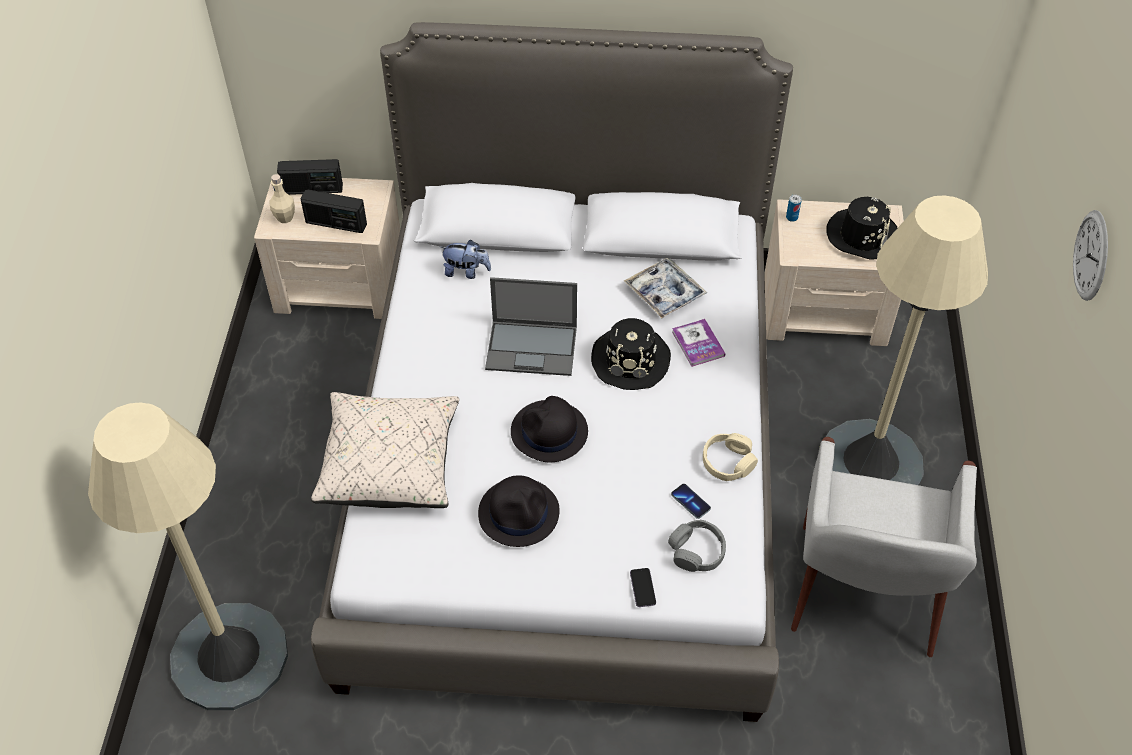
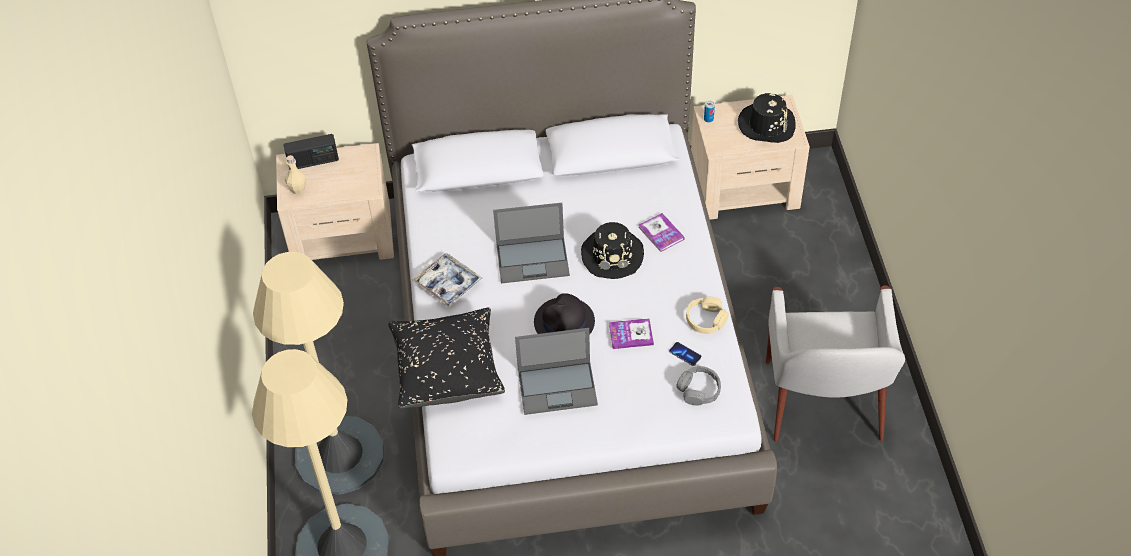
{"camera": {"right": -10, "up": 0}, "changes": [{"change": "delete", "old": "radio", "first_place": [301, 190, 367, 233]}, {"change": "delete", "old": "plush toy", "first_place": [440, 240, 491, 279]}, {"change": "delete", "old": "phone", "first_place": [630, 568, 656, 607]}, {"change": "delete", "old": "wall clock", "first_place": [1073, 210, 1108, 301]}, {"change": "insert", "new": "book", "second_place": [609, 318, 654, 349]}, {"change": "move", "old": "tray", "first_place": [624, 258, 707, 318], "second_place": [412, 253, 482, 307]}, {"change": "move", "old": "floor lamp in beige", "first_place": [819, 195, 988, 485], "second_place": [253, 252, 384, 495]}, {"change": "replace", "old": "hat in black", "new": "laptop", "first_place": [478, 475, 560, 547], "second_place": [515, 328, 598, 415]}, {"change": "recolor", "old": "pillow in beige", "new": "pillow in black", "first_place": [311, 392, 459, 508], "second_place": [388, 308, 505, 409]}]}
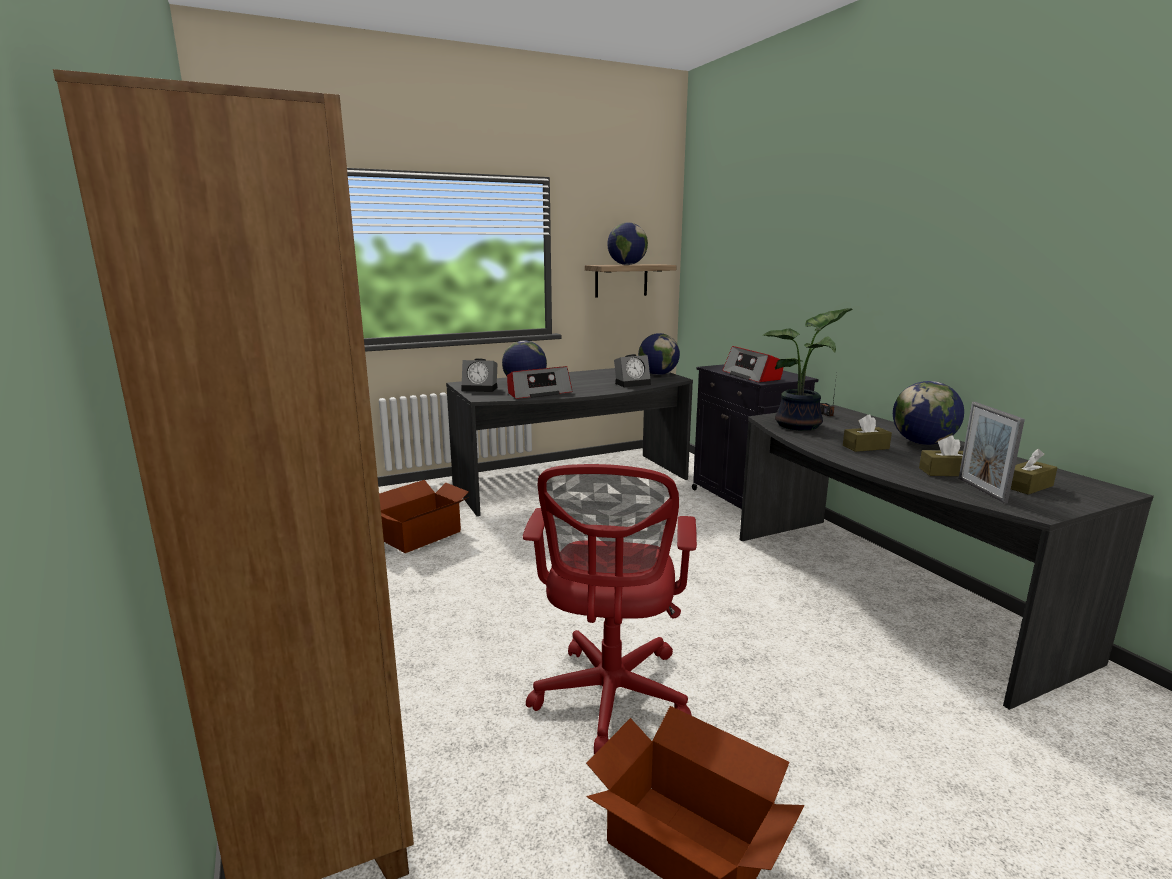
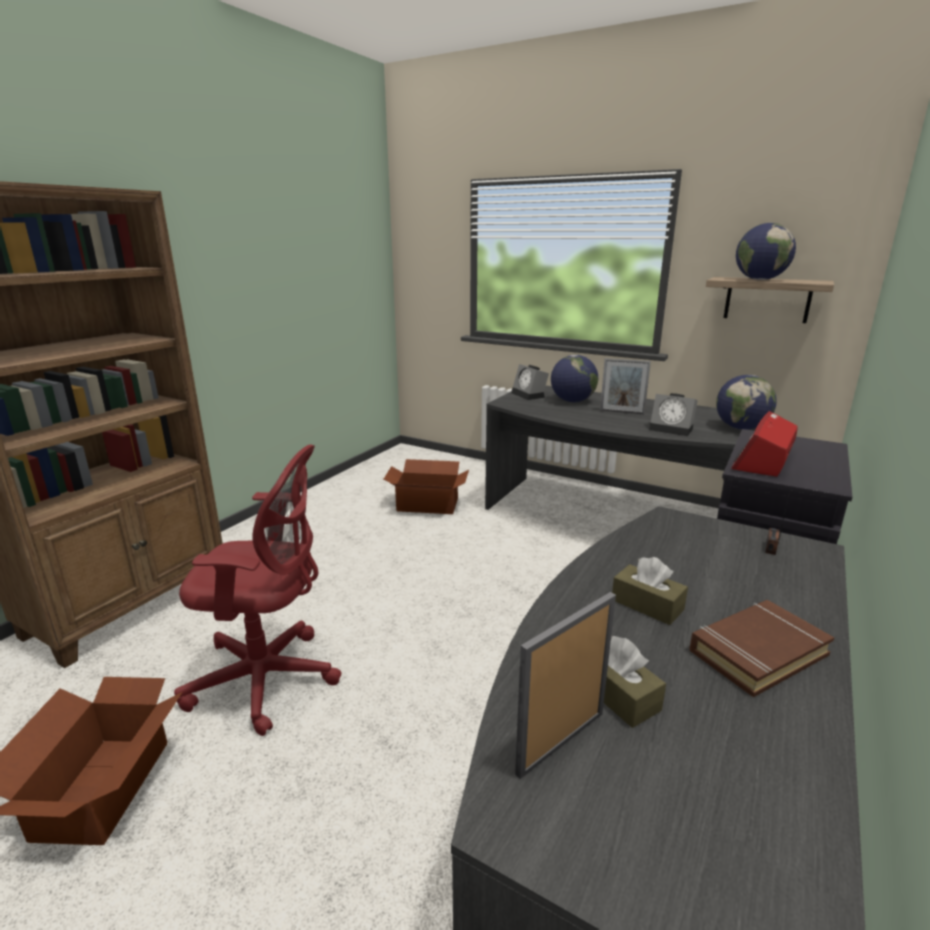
{"camera": {"right": 55, "up": 5}, "changes": [{"change": "delete", "old": "radio", "first_place": [507, 366, 573, 399]}, {"change": "delete", "old": "potted plant", "first_place": [762, 308, 853, 431]}, {"change": "delete", "old": "tissue box in brown", "first_place": [1011, 449, 1058, 495]}, {"change": "insert", "new": "picture frame", "second_place": [600, 358, 651, 414]}, {"change": "replace", "old": "globe", "new": "book in brown", "first_place": [893, 381, 964, 445], "second_place": [690, 600, 834, 697]}, {"change": "rotate", "old": "office chair in red", "first_place": [523, 464, 697, 755], "second_place": [174, 444, 341, 736], "degrees": -150}]}
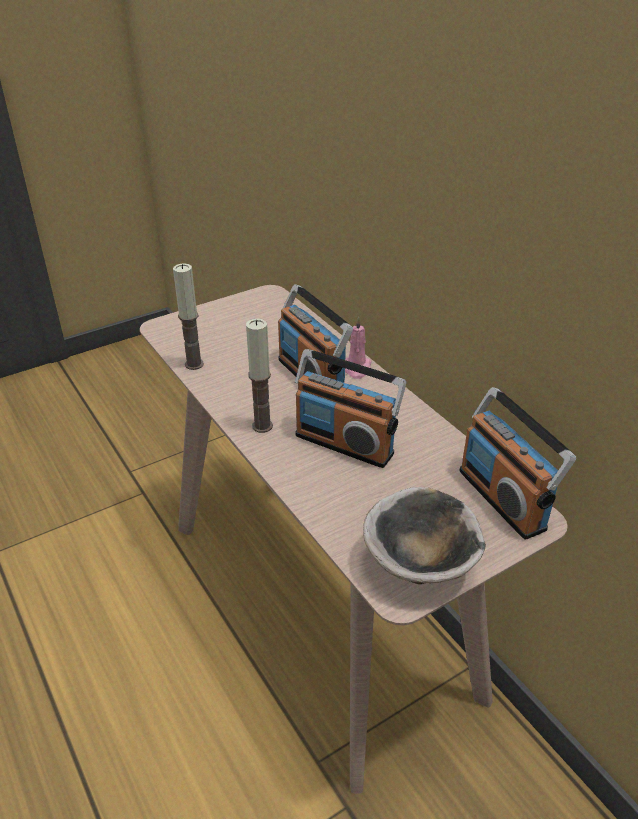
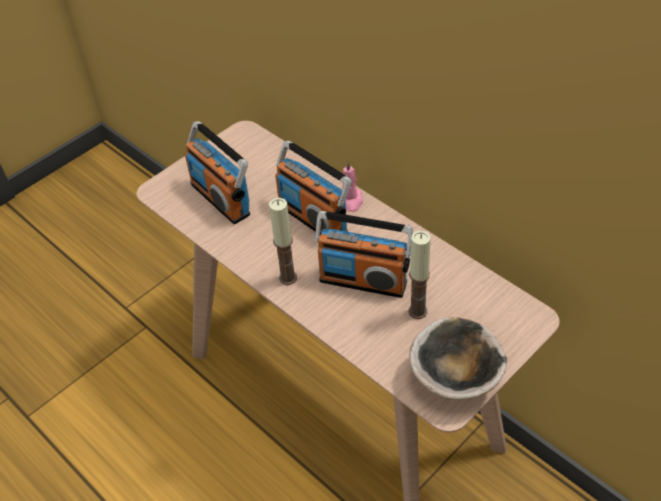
{"camera": {"right": -10, "up": 10}, "changes": [{"change": "move", "old": "candle", "first_place": [173, 263, 204, 370], "second_place": [408, 230, 431, 319]}, {"change": "move", "old": "radio", "first_place": [459, 387, 576, 540], "second_place": [185, 121, 250, 224]}]}
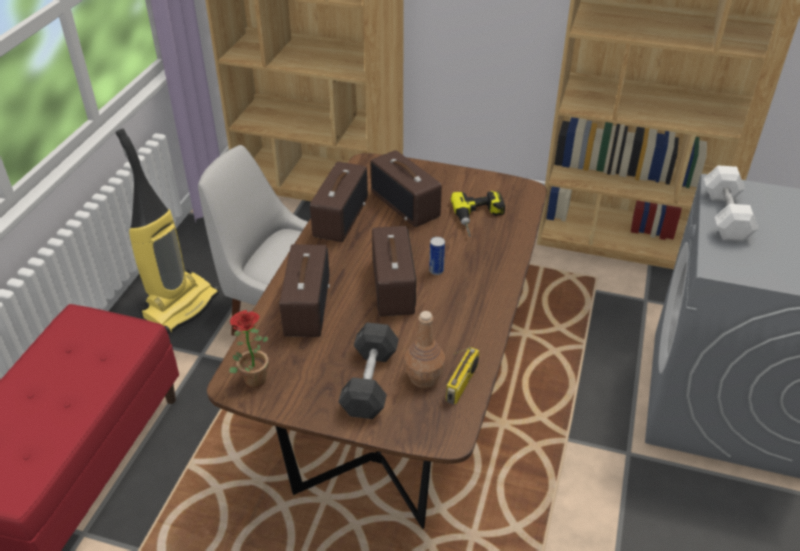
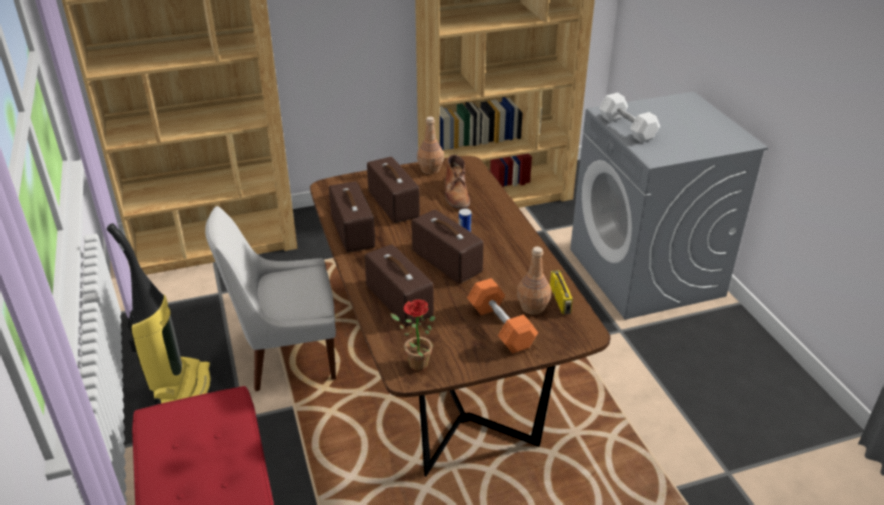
{"camera": {"right": -35, "up": -5}, "changes": [{"change": "insert", "new": "bottle in brown", "second_place": [417, 117, 444, 174]}, {"change": "replace", "old": "power drill", "new": "boot in brown", "first_place": [451, 191, 505, 237], "second_place": [444, 155, 470, 209]}, {"change": "recolor", "old": "dumbbell in grey", "new": "dumbbell in orange", "first_place": [338, 322, 399, 419], "second_place": [467, 278, 538, 354]}, {"change": "rotate", "old": "radio", "first_place": [371, 150, 442, 227], "second_place": [367, 157, 420, 223], "degrees": -135}]}
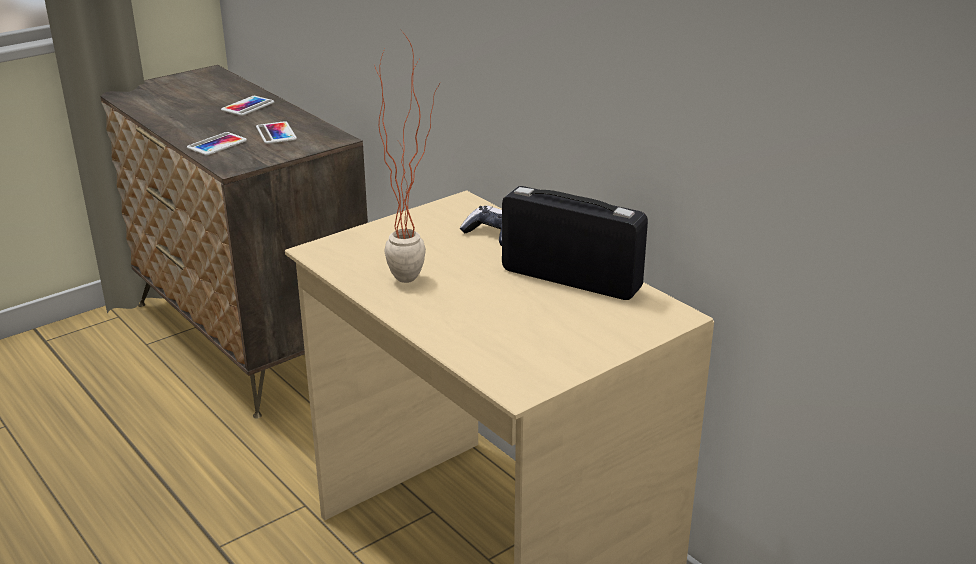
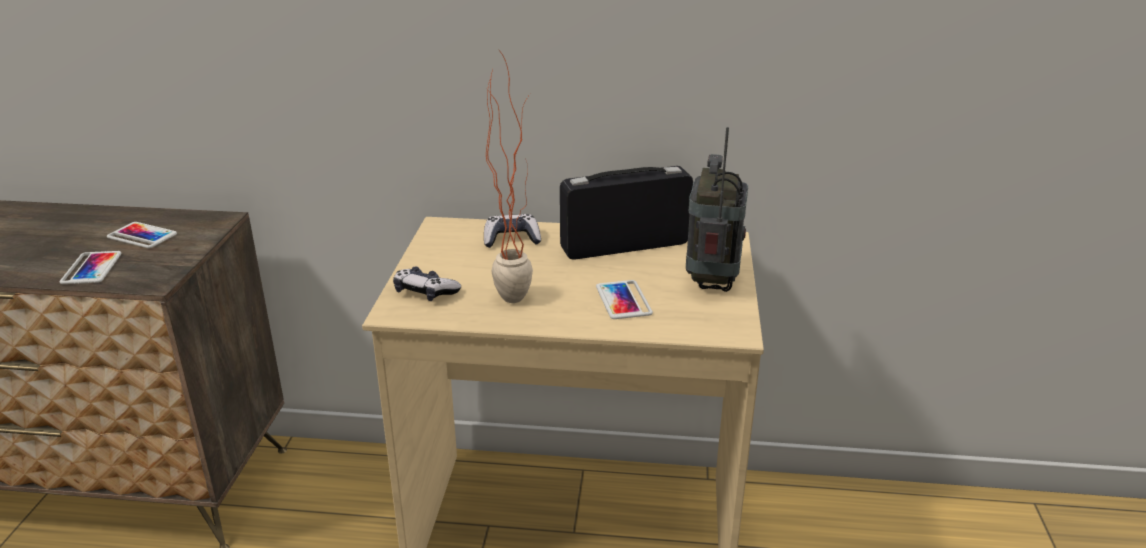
{"camera": {"right": -45, "up": 0}, "changes": [{"change": "insert", "new": "game controller", "second_place": [393, 266, 461, 301]}, {"change": "insert", "new": "radio", "second_place": [686, 127, 748, 292]}, {"change": "move", "old": "phone", "first_place": [221, 96, 274, 116], "second_place": [596, 280, 653, 319]}]}
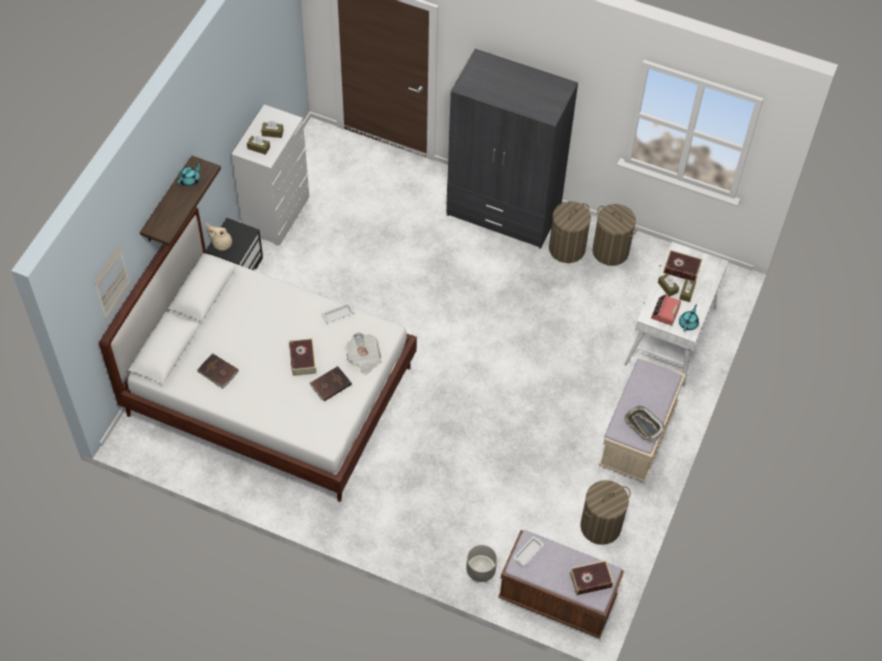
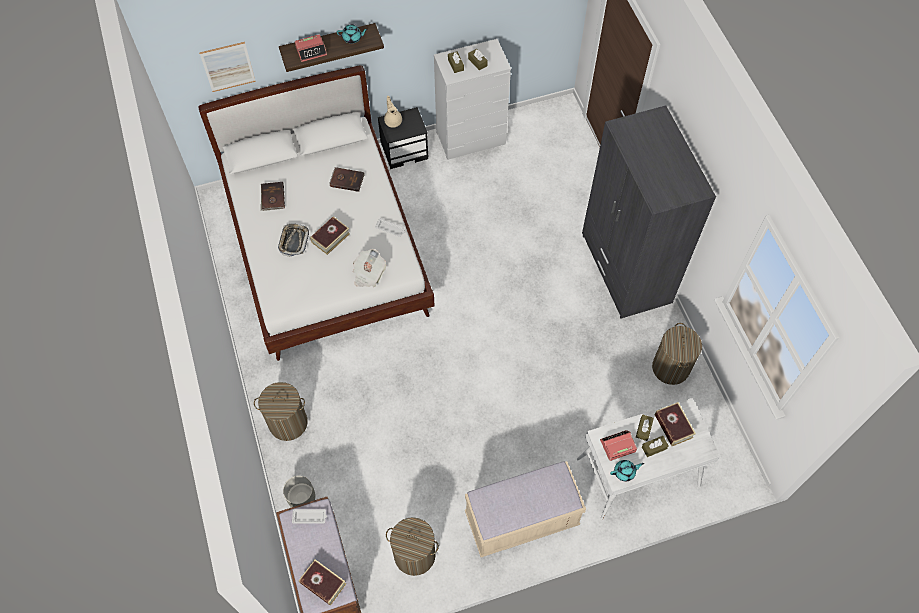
{"camera": {"right": 50, "up": 5}, "changes": [{"change": "insert", "new": "alarm clock", "second_place": [295, 34, 327, 62]}, {"change": "move", "old": "book in brown", "first_place": [310, 366, 352, 401], "second_place": [329, 167, 365, 192]}, {"change": "move", "old": "laundry basket", "first_place": [549, 201, 591, 263], "second_place": [254, 382, 308, 441]}, {"change": "move", "old": "tray", "first_place": [624, 406, 665, 441], "second_place": [278, 223, 309, 257]}]}
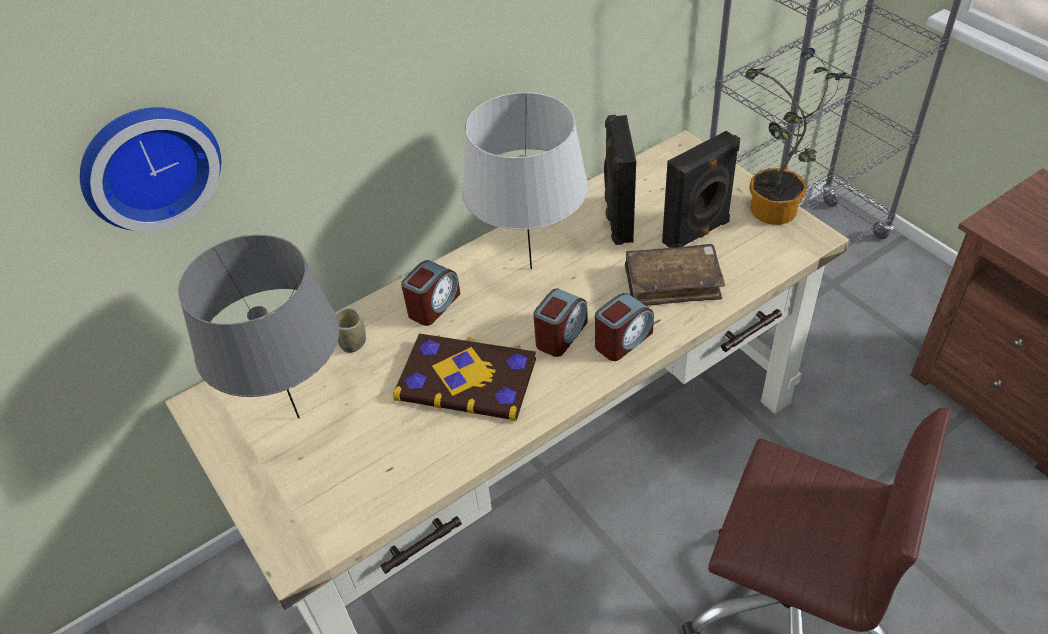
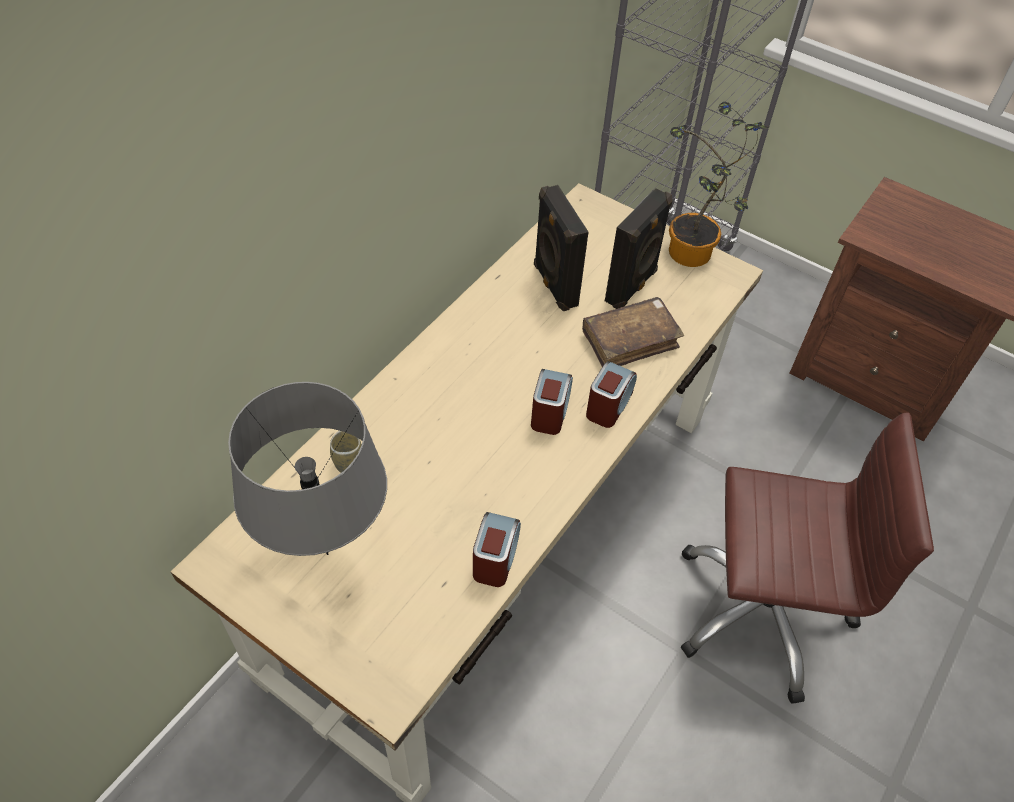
{"camera": {"right": -25, "up": 5}, "changes": [{"change": "delete", "old": "wall clock", "first_place": [80, 107, 221, 232]}, {"change": "delete", "old": "book", "first_place": [393, 334, 536, 421]}, {"change": "delete", "old": "table lamp in grey", "first_place": [462, 92, 588, 269]}, {"change": "move", "old": "alarm clock", "first_place": [401, 260, 460, 326], "second_place": [473, 512, 521, 587]}]}
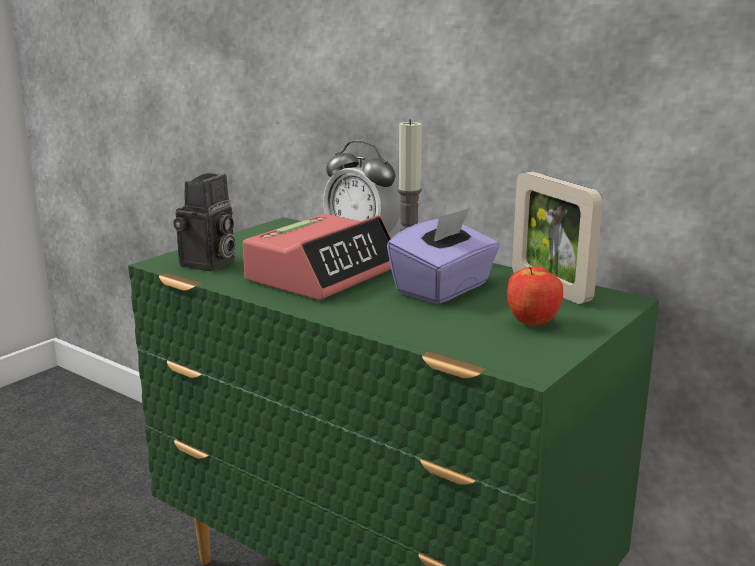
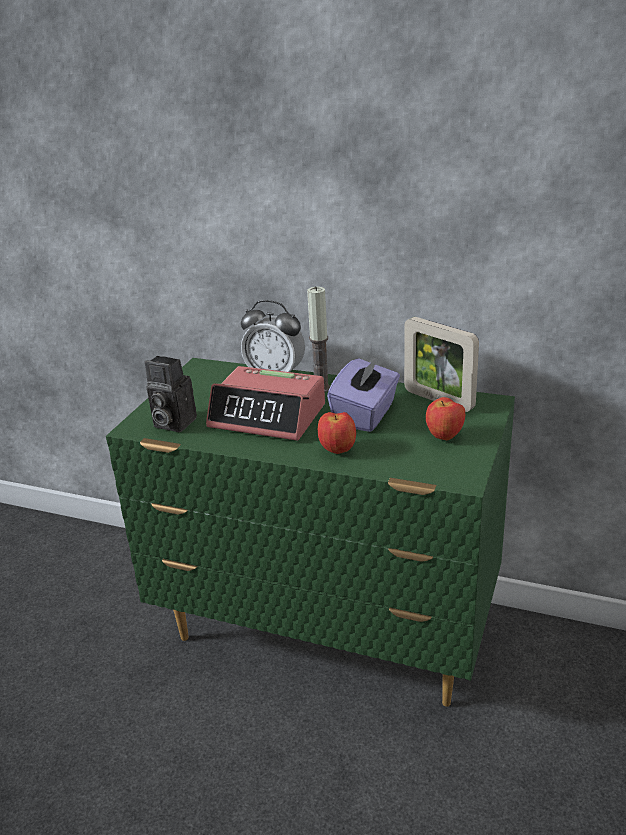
{"camera": {"right": -15, "up": 10}, "changes": [{"change": "insert", "new": "apple", "second_place": [318, 412, 356, 454]}, {"change": "rotate", "old": "photo camera", "first_place": [173, 173, 236, 271], "second_place": [145, 356, 197, 432], "degrees": 105}, {"change": "rotate", "old": "alarm clock", "first_place": [243, 214, 391, 300], "second_place": [206, 366, 325, 441], "degrees": 90}]}
